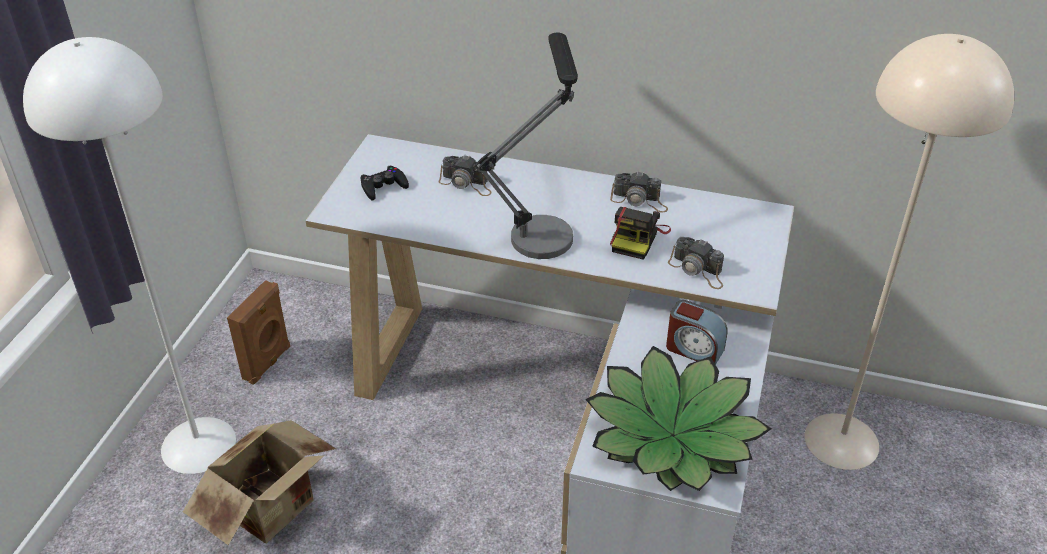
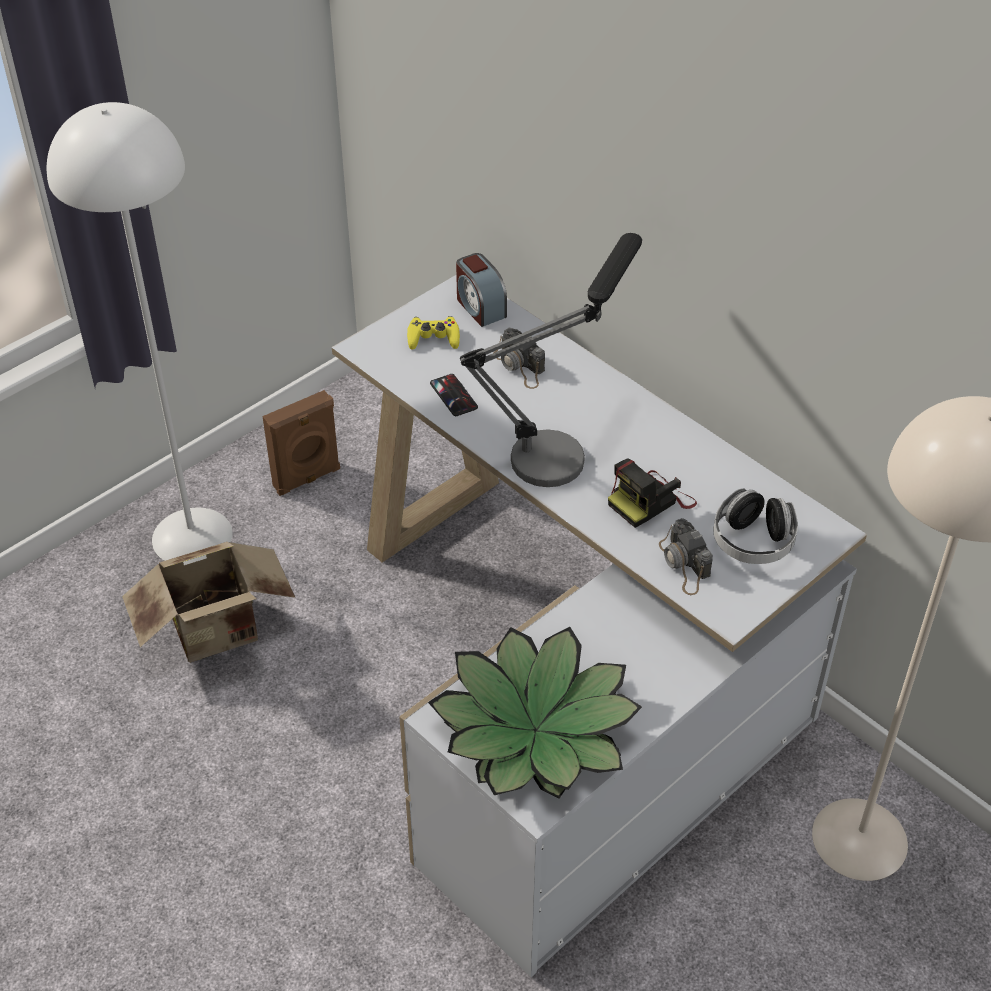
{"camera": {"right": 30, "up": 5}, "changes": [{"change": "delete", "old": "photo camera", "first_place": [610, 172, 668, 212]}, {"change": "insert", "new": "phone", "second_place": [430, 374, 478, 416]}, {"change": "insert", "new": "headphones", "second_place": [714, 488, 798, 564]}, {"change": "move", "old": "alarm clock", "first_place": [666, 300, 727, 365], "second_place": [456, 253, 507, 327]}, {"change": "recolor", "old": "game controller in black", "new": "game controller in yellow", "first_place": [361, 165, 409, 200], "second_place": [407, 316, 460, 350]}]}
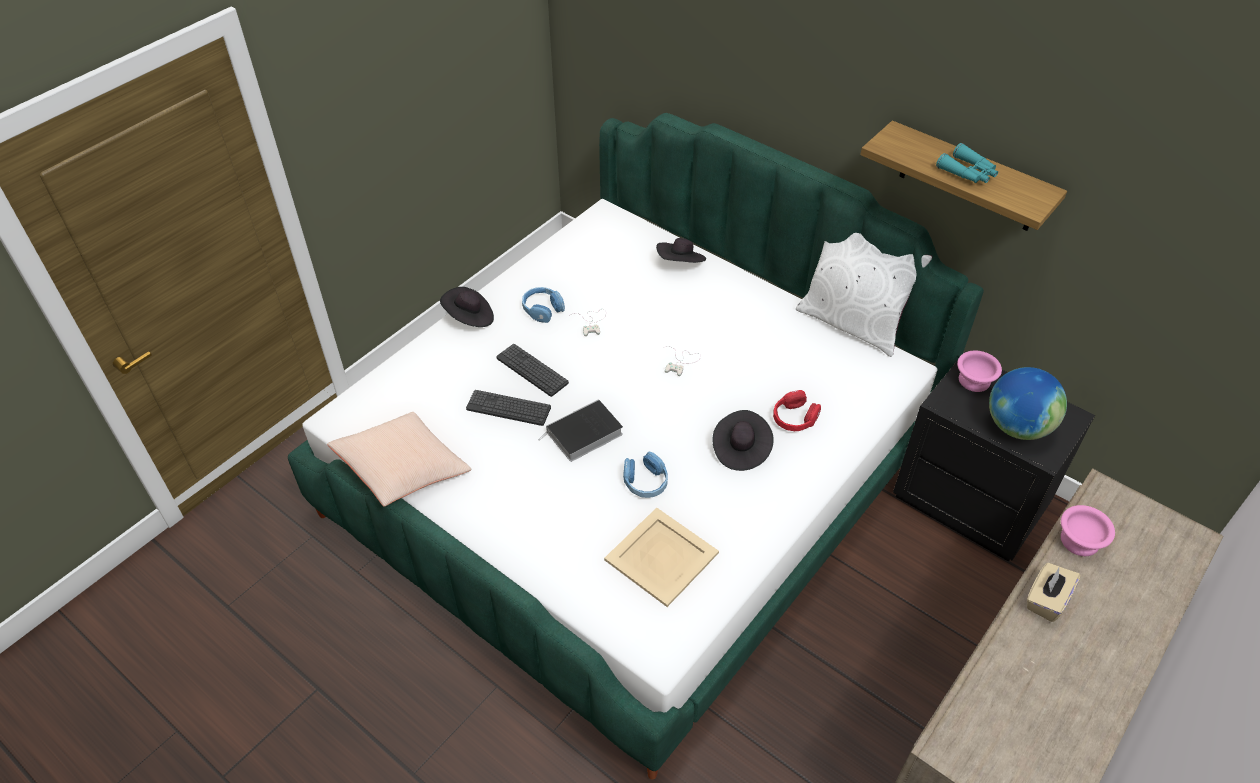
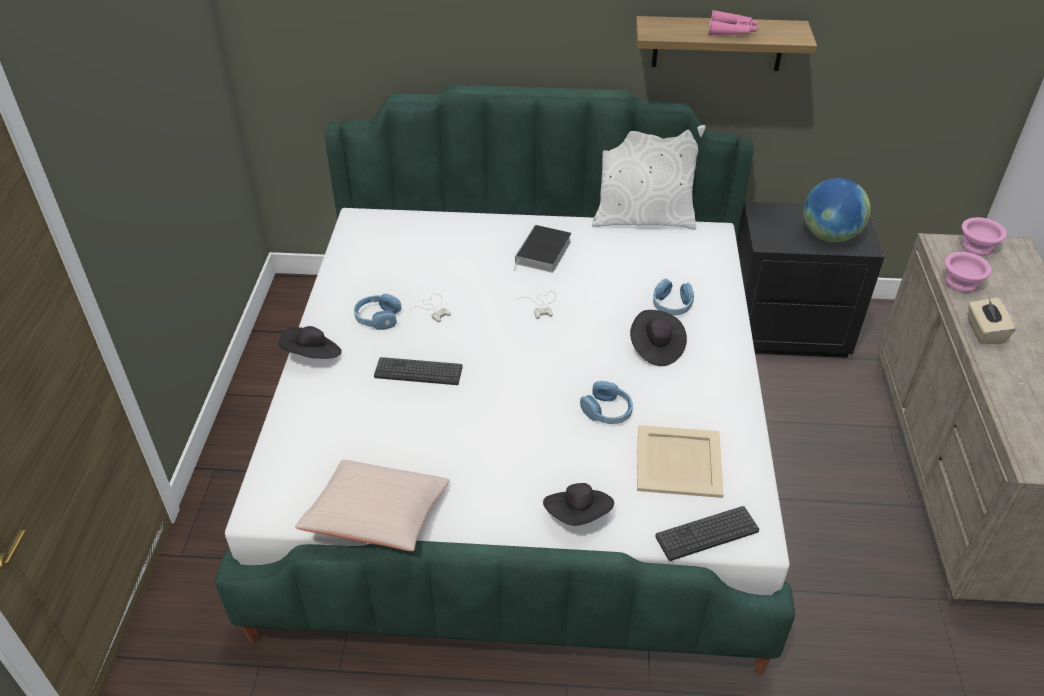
{"camera": {"right": -35, "up": -5}, "changes": [{"change": "move", "old": "keyboard", "first_place": [466, 390, 551, 426], "second_place": [655, 506, 759, 561]}, {"change": "move", "old": "book", "first_place": [538, 399, 623, 462], "second_place": [514, 225, 571, 273]}, {"change": "move", "old": "hat in black", "first_place": [656, 238, 706, 263], "second_place": [543, 483, 614, 526]}, {"change": "move", "old": "bowl in pink", "first_place": [957, 351, 1002, 392], "second_place": [961, 217, 1007, 256]}, {"change": "recolor", "old": "headphones in red", "new": "headphones in blue", "first_place": [773, 390, 821, 431], "second_place": [653, 278, 694, 315]}, {"change": "recolor", "old": "binoculars in turquoise", "new": "binoculars in pink", "first_place": [936, 143, 998, 183], "second_place": [708, 10, 758, 35]}]}
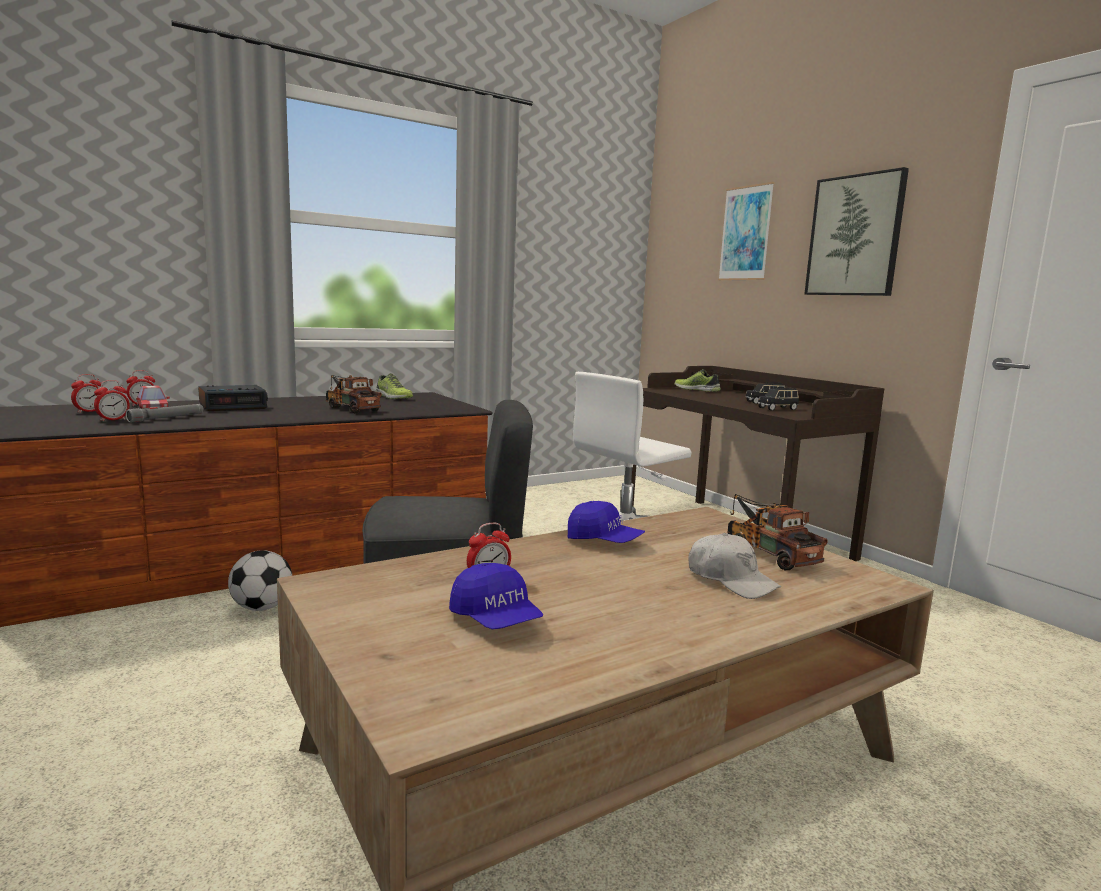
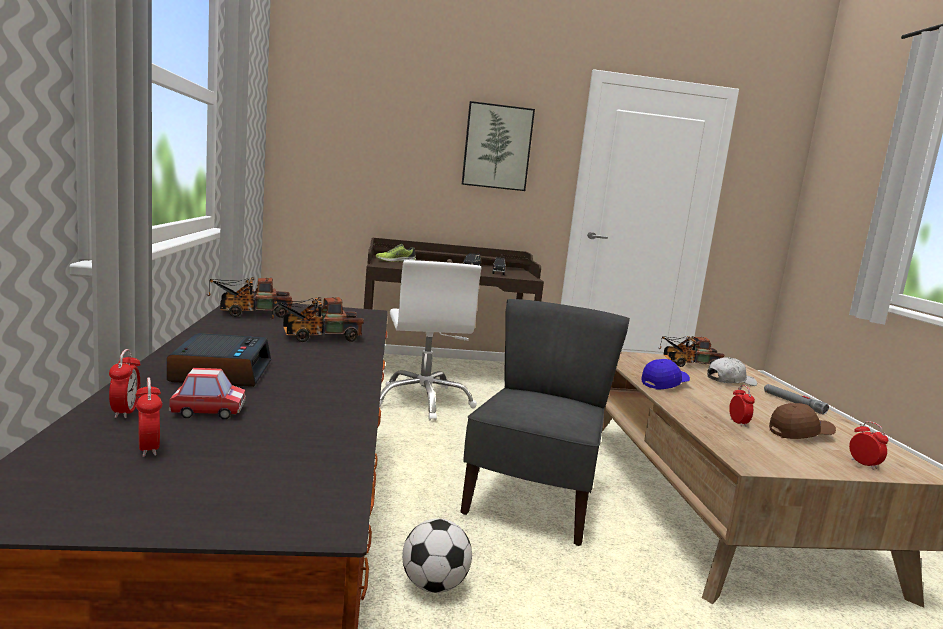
{"camera": {"right": -65, "up": 0}, "changes": [{"change": "delete", "old": "picture", "first_place": [718, 182, 774, 280]}, {"change": "move", "old": "alarm clock", "first_place": [94, 380, 130, 421], "second_place": [849, 421, 888, 470]}, {"change": "move", "old": "flashlight in grey", "first_place": [126, 404, 204, 423], "second_place": [764, 384, 829, 415]}, {"change": "replace", "old": "shoe", "new": "toy truck", "first_place": [376, 373, 413, 399], "second_place": [207, 277, 293, 318]}, {"change": "recolor", "old": "cap in blue", "new": "cap in brown", "first_place": [449, 563, 543, 630], "second_place": [769, 403, 836, 439]}]}
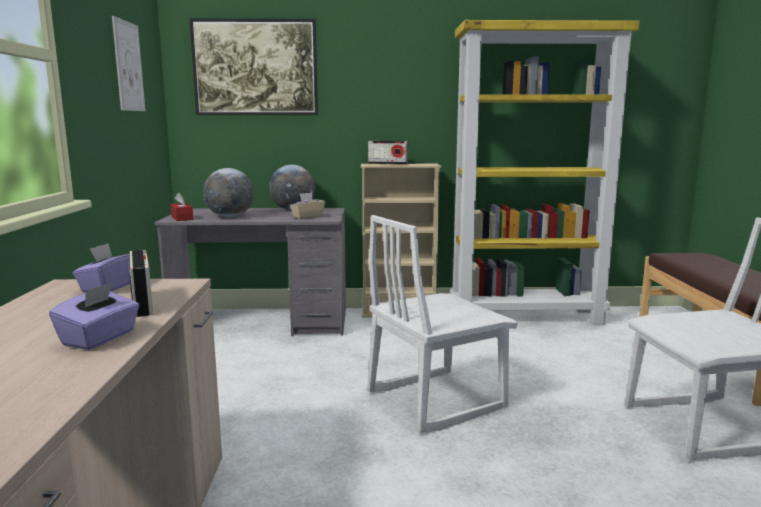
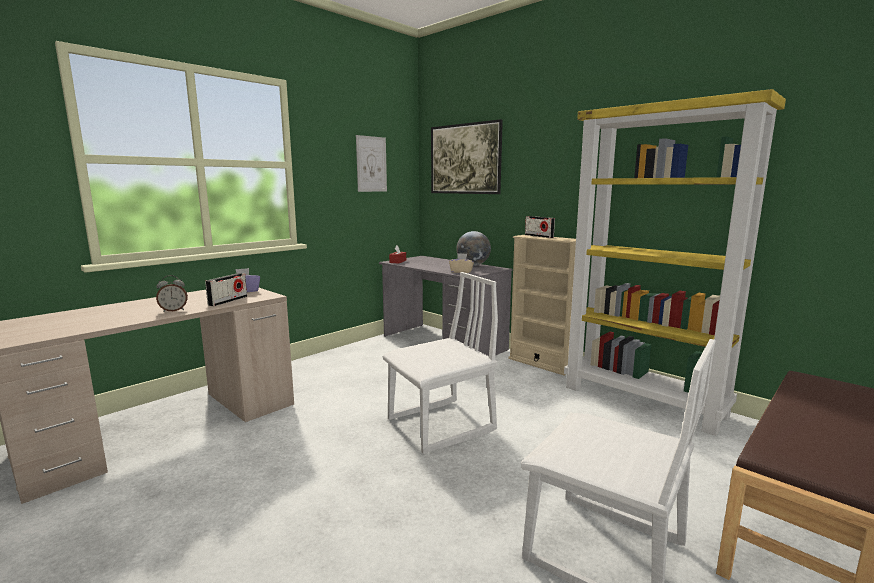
{"camera": {"right": 45, "up": 0}, "changes": [{"change": "delete", "old": "globe", "first_place": [203, 168, 254, 217]}, {"change": "replace", "old": "tissue box in purple", "new": "alarm clock", "first_place": [49, 282, 139, 350], "second_place": [156, 275, 188, 312]}, {"change": "rotate", "old": "chair in white", "first_place": [367, 215, 517, 433], "second_place": [383, 272, 498, 454], "degrees": 135}]}
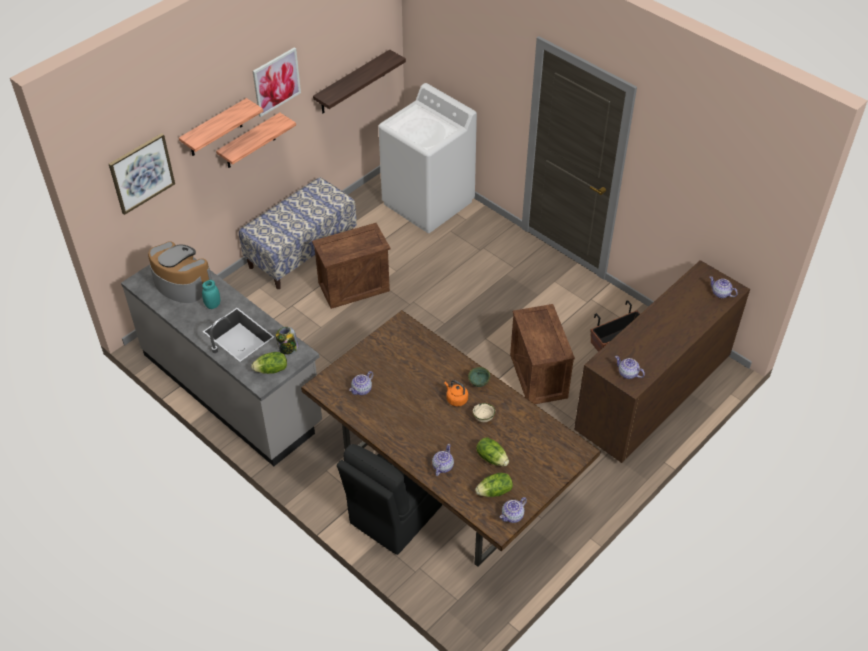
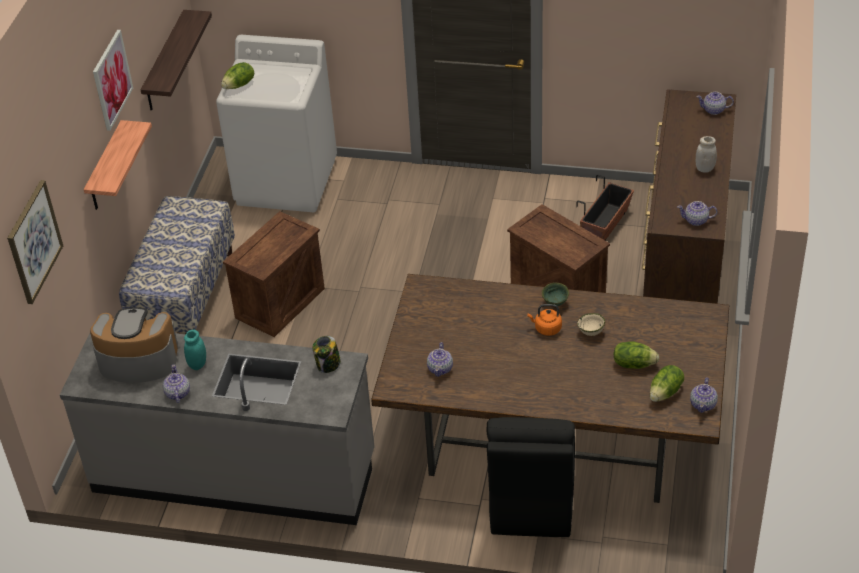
{"camera": {"right": -30, "up": -5}, "changes": [{"change": "delete", "old": "shelf", "first_place": [179, 98, 263, 156]}, {"change": "insert", "new": "jar in white", "second_place": [696, 136, 717, 173]}, {"change": "move", "old": "lettuce", "first_place": [251, 352, 287, 374], "second_place": [221, 62, 254, 89]}, {"change": "move", "old": "teapot", "first_place": [432, 444, 454, 476], "second_place": [163, 365, 190, 403]}]}
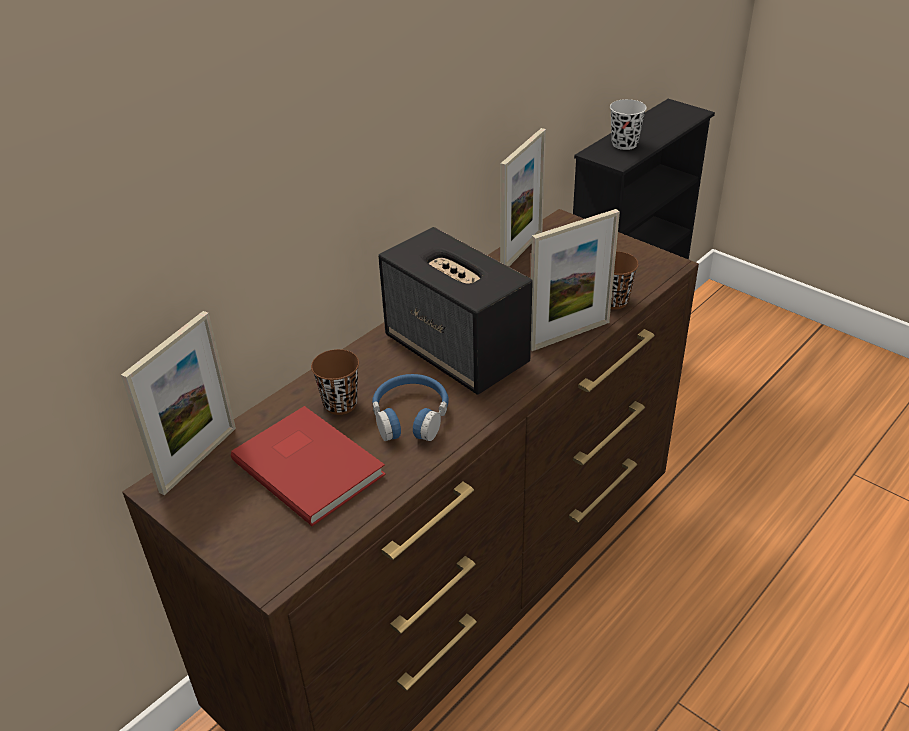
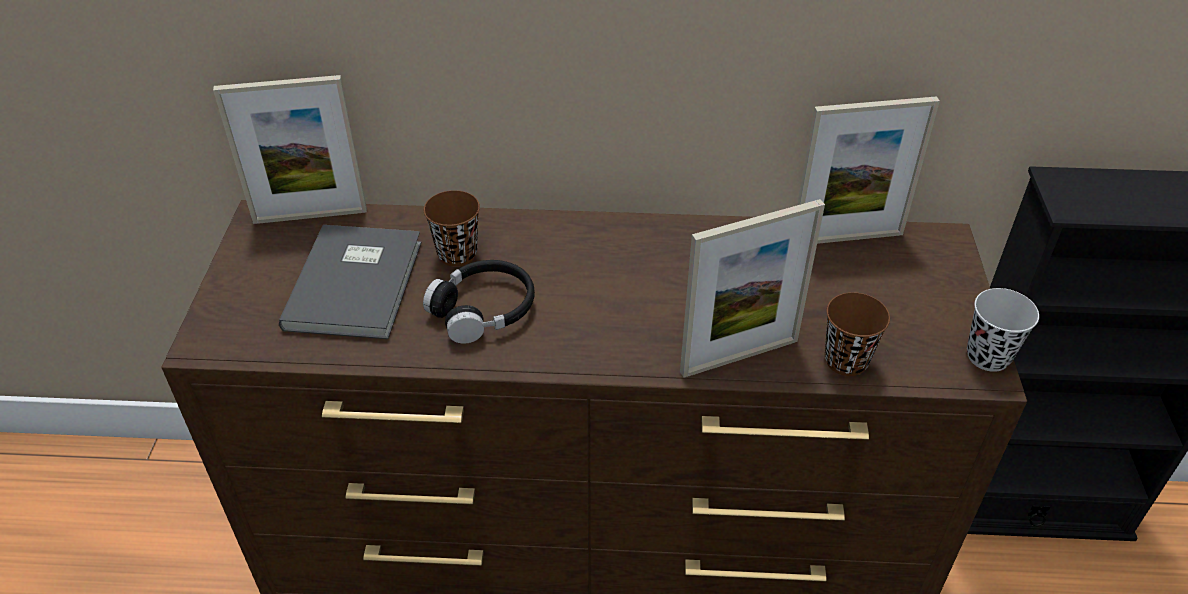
{"camera": {"right": 50, "up": 5}, "changes": [{"change": "delete", "old": "speaker", "first_place": [378, 227, 533, 395]}, {"change": "move", "old": "cup in black", "first_place": [610, 99, 647, 150], "second_place": [967, 288, 1039, 372]}, {"change": "recolor", "old": "book in red", "new": "book in grey", "first_place": [231, 406, 386, 526], "second_place": [279, 225, 422, 339]}, {"change": "recolor", "old": "headphones in blue", "new": "headphones in black", "first_place": [372, 374, 448, 441], "second_place": [423, 260, 535, 344]}, {"change": "rotate", "old": "picture frame", "first_place": [531, 209, 620, 351], "second_place": [680, 199, 825, 378], "degrees": -45}]}
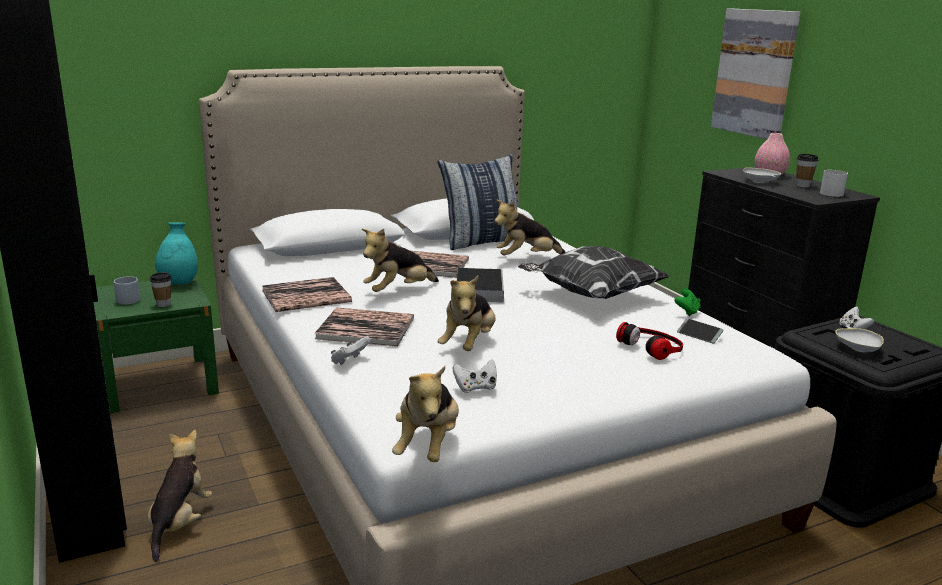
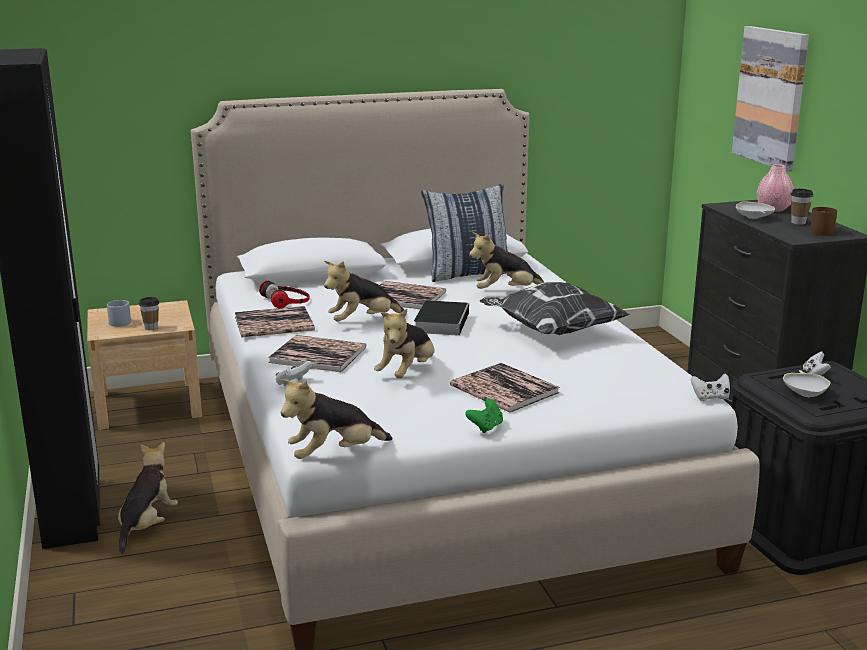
{"camera": {"right": 10, "up": 0}, "changes": [{"change": "delete", "old": "vase in turquoise", "first_place": [155, 222, 198, 284]}, {"change": "delete", "old": "phone", "first_place": [677, 318, 724, 344]}, {"change": "insert", "new": "book", "second_place": [450, 363, 560, 412]}, {"change": "move", "old": "game controller in white", "first_place": [452, 359, 497, 393], "second_place": [691, 373, 730, 401]}, {"change": "move", "old": "headphones", "first_place": [616, 322, 683, 360], "second_place": [259, 280, 310, 308]}, {"change": "move", "old": "game controller in green", "first_place": [674, 288, 701, 316], "second_place": [465, 398, 503, 433]}, {"change": "recolor", "old": "nightstand in green", "new": "nightstand in beige", "first_place": [94, 275, 219, 413], "second_place": [87, 300, 202, 430]}, {"change": "recolor", "old": "mug in white", "new": "mug in brown", "first_place": [820, 170, 848, 197], "second_place": [809, 207, 837, 236]}, {"change": "rotate", "old": "plush toy", "first_place": [392, 366, 459, 462], "second_place": [281, 379, 392, 459], "degrees": 45}]}
